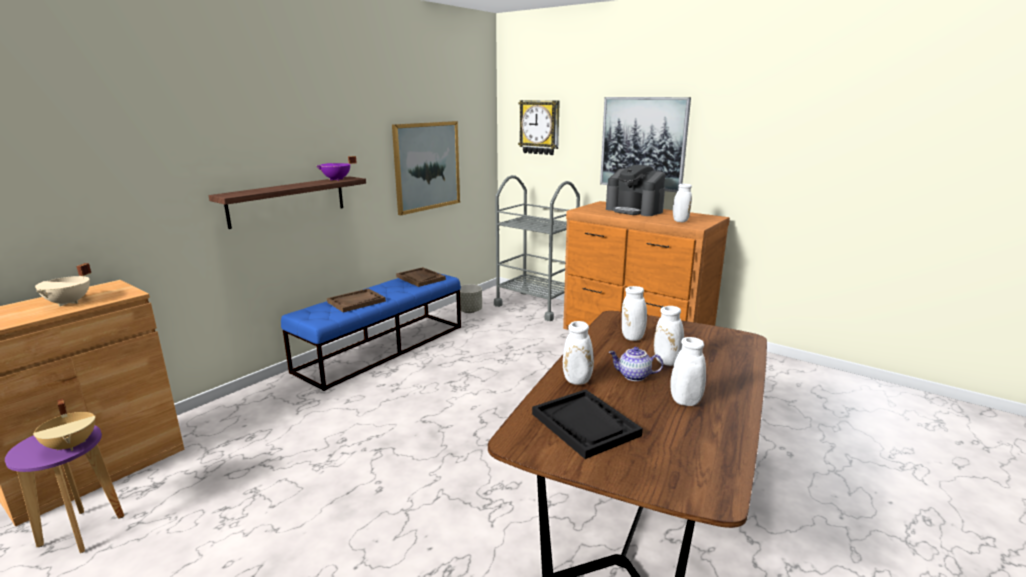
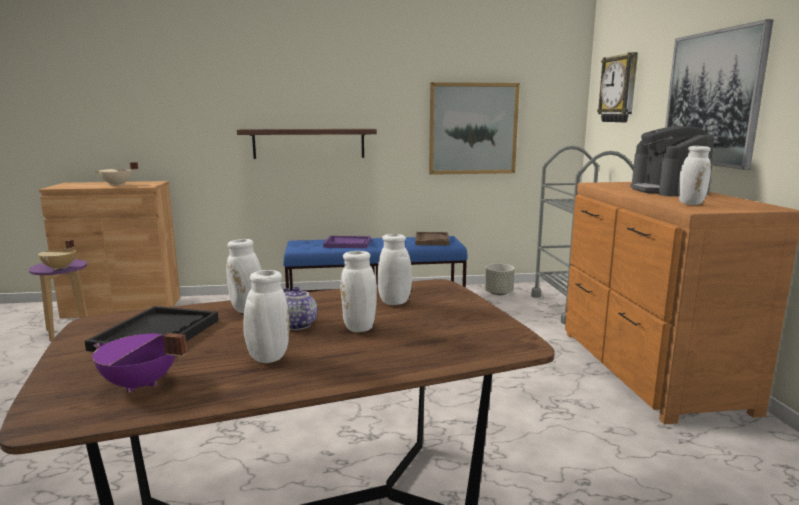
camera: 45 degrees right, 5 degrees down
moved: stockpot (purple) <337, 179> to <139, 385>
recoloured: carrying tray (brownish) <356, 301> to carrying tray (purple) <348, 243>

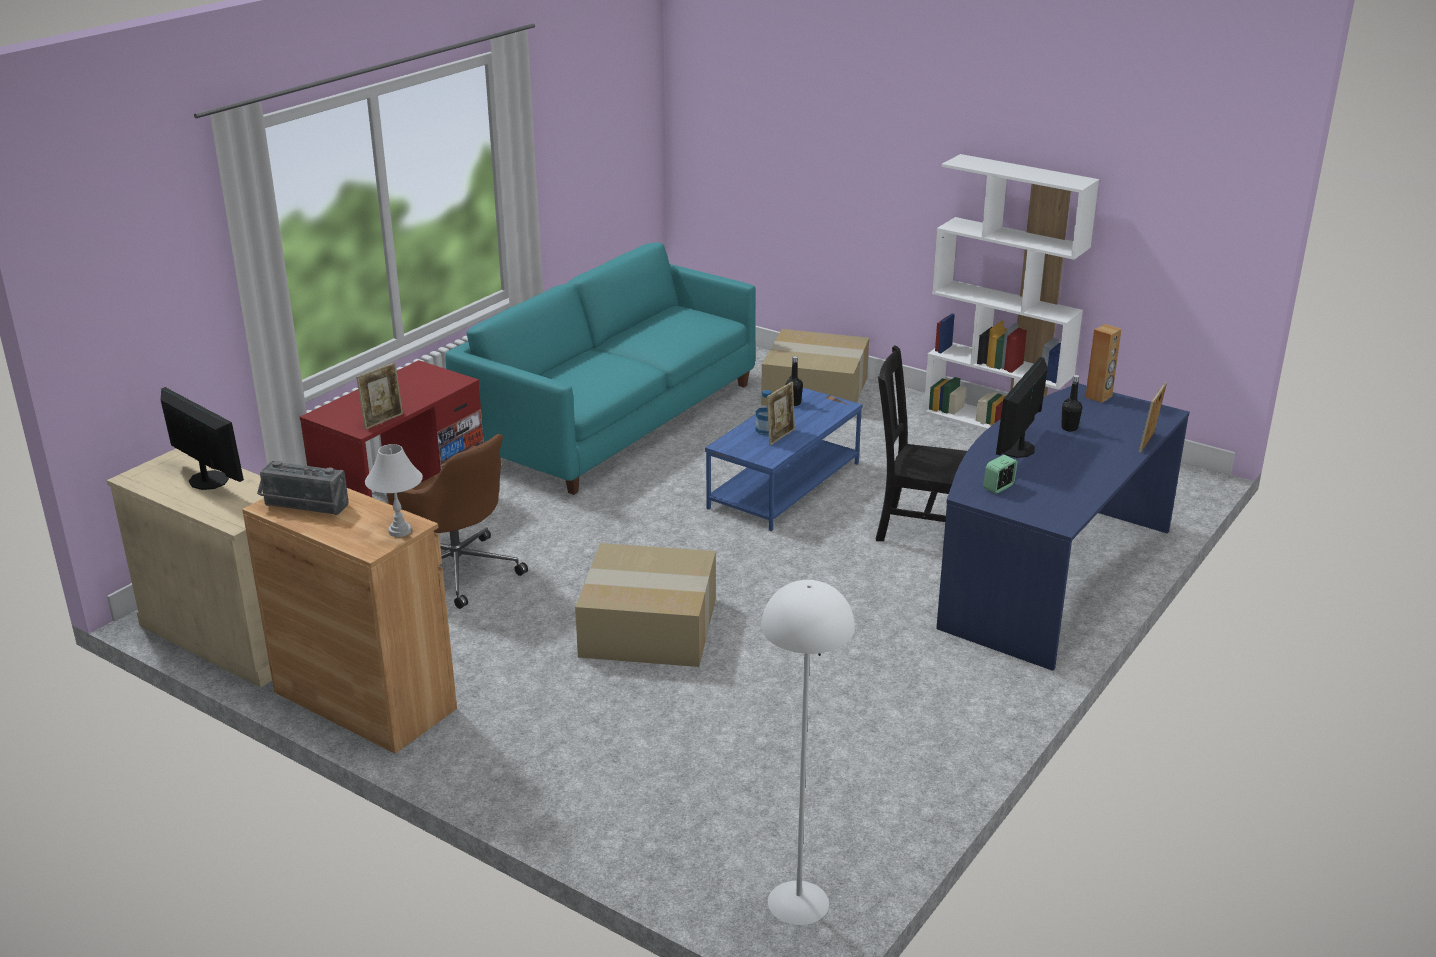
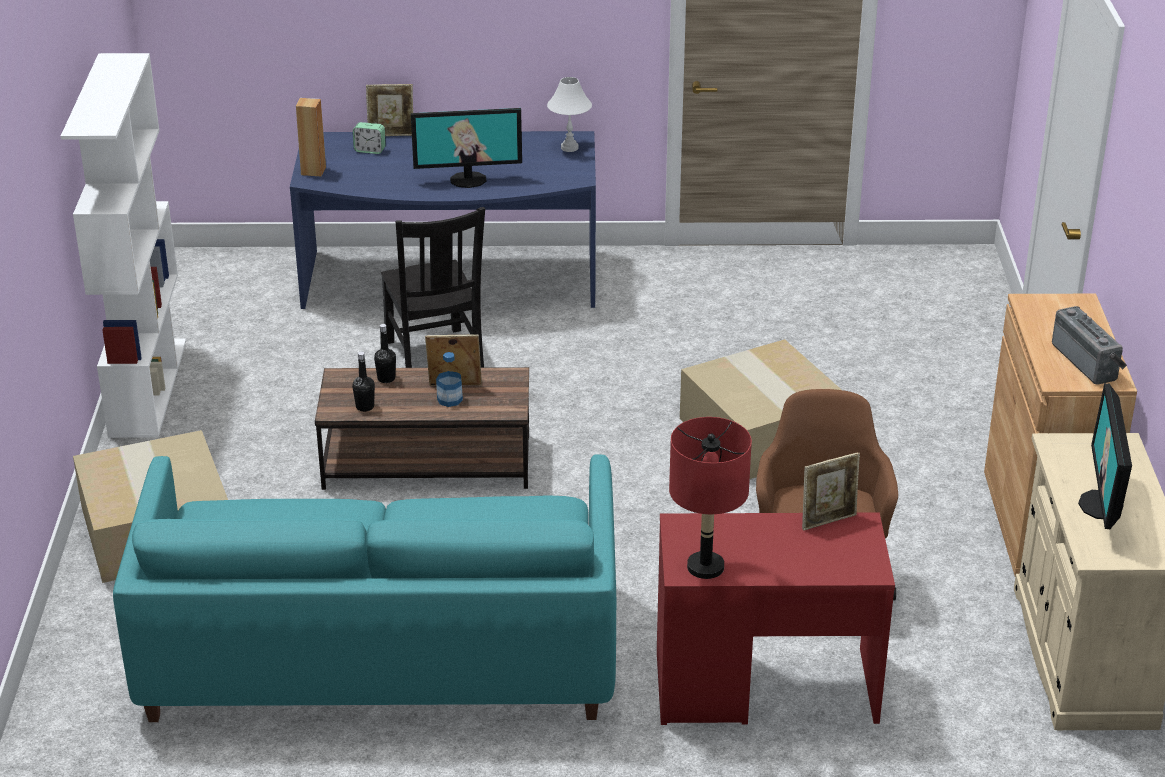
camera: 125 degrees left, 5 degrees up
removed: floor lamp (white) <797, 903>
added: lamp for a table (reddish) <706, 567>
moved: bottle (black) <1069, 428> to <386, 378>; lamp for a table (white) <400, 531> to <569, 147>; table clock <999, 487> to <370, 150>
recoloured: low table (blue) <784, 485> to low table (brownish) <426, 462>
turned: standing frame <383, 421> = <828, 520> 150 degrees clockwise

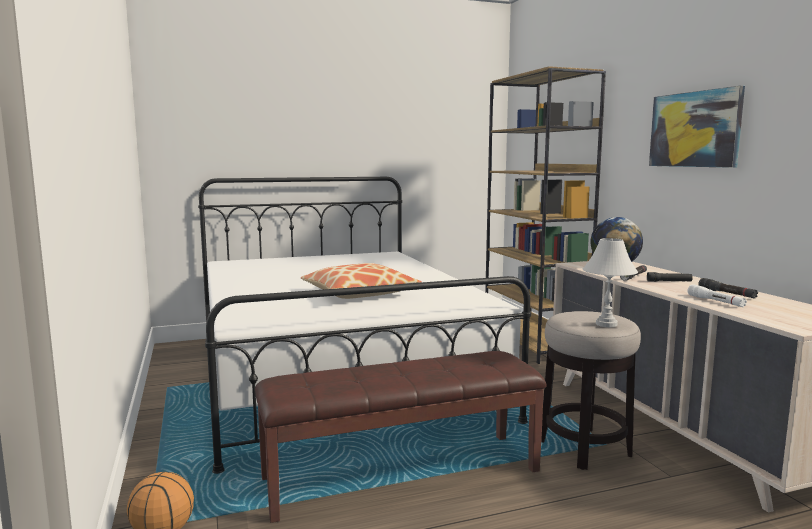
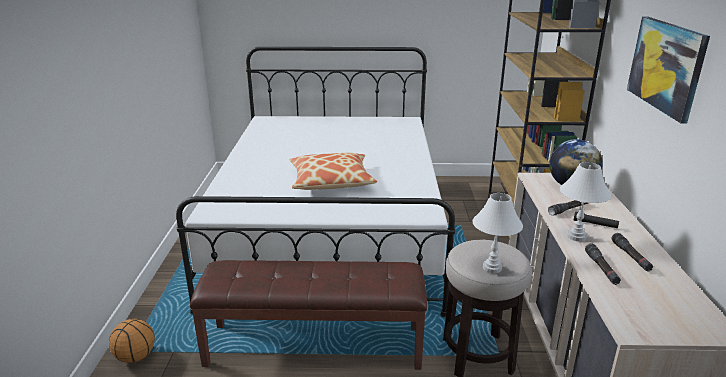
camera: 20 degrees right, 15 degrees up
added: lamp for a table (white) <576, 236>
recoloured: hand torch (white) <715, 301> to hand torch (black) <601, 268>

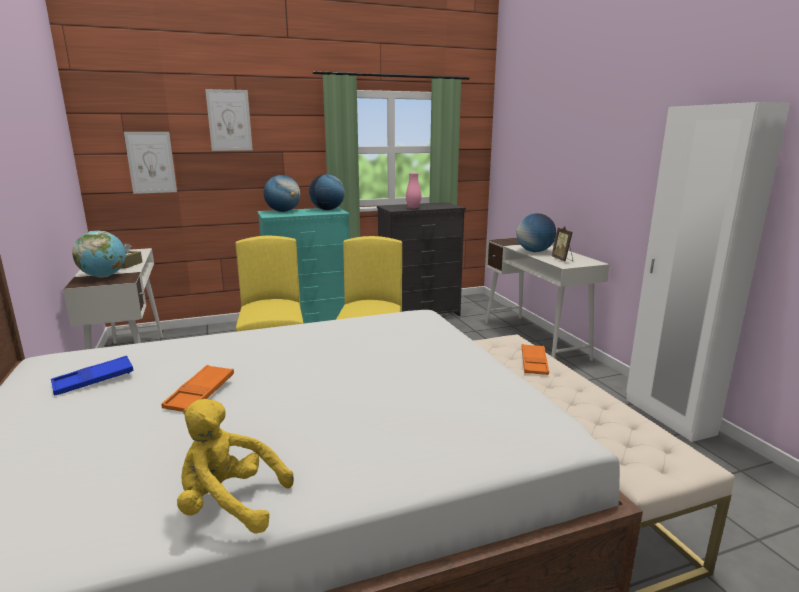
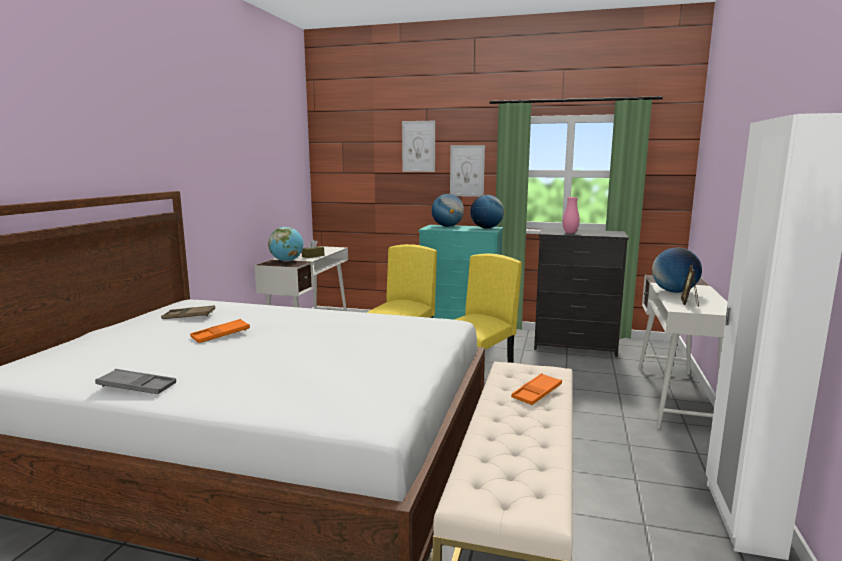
camera: 35 degrees right, 5 degrees down
moved: picture <151, 162> to <467, 171>
replaced: cuddly toy (yellow) <229, 504> to carrying tray (grey) <137, 387>
recoloured: carrying tray (blue) <94, 380> to carrying tray (brownish) <189, 316>

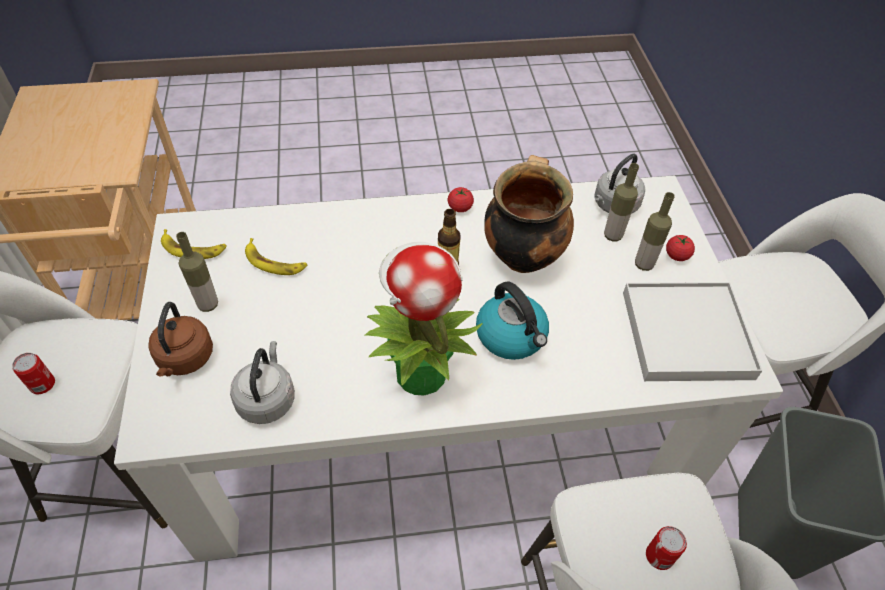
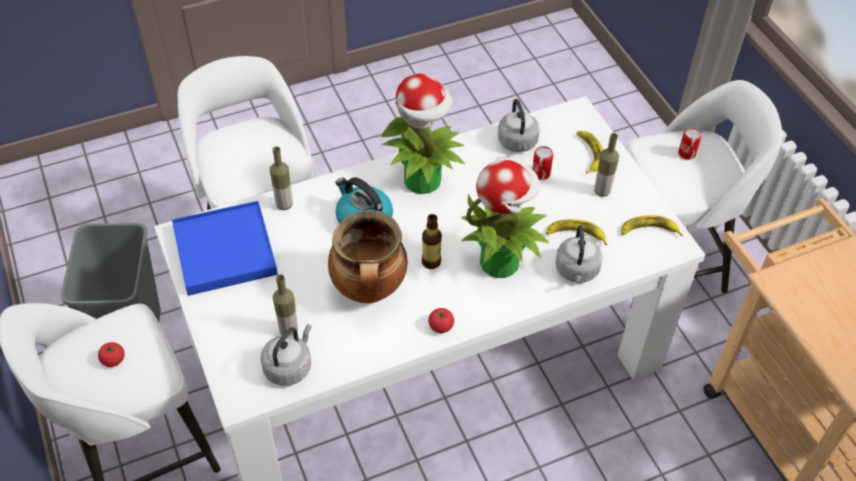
camera: 165 degrees right, 0 degrees up
added: potted plant <500, 261>; water kettle (grey) <576, 271>
moved: bottle <644, 264> to <284, 204>; fresh tomato <677, 255> to <113, 360>; metal can <659, 556> to <540, 173>
replaced: water kettle (brownish) <185, 359> to whole banana <588, 153>
recoloured: carrying tray (white) <686, 335> to carrying tray (blue) <225, 250>

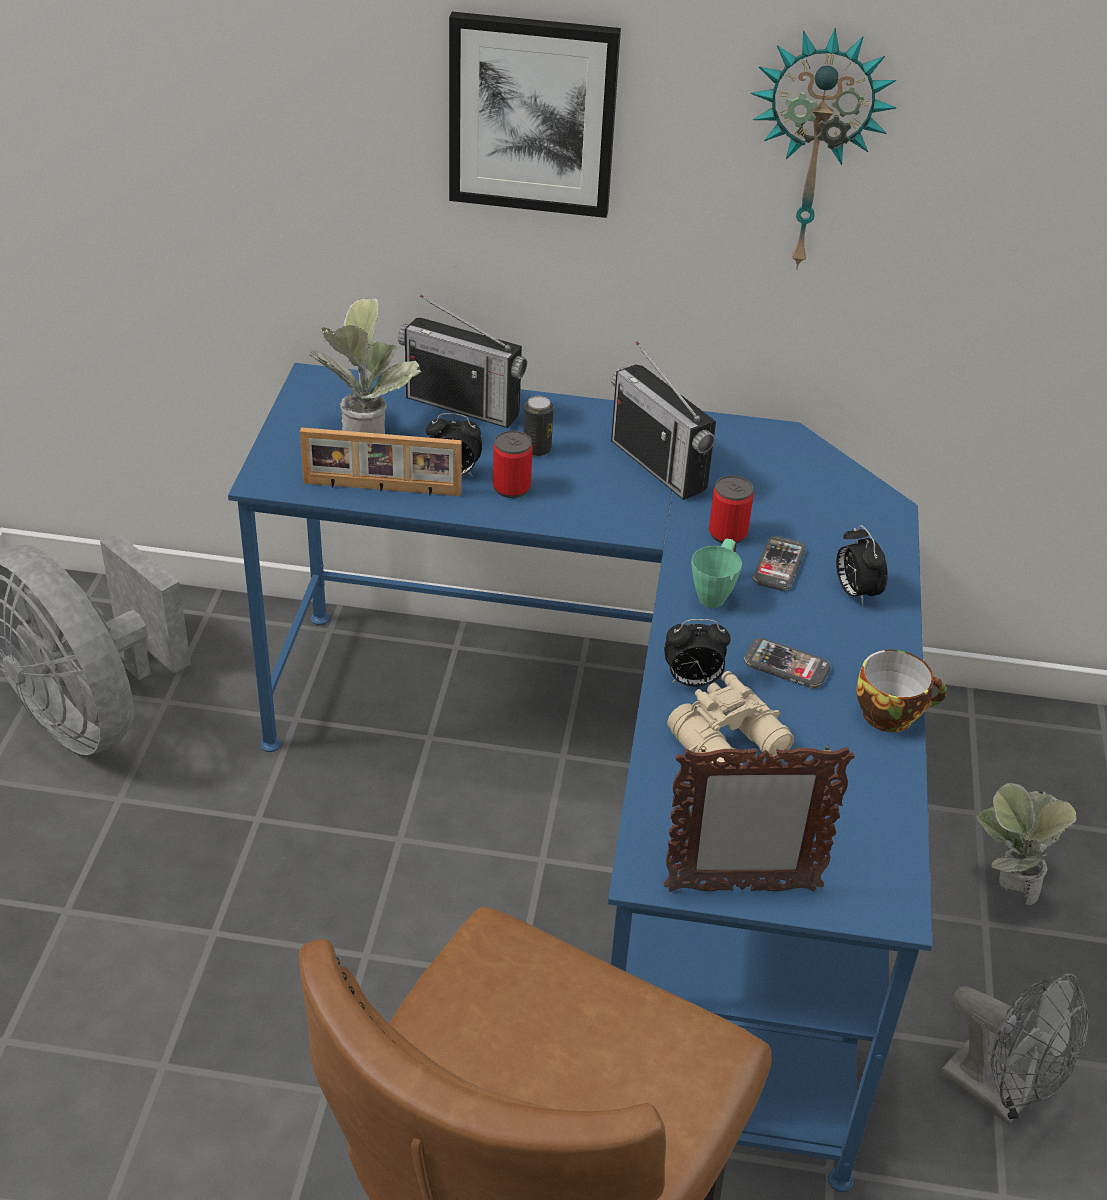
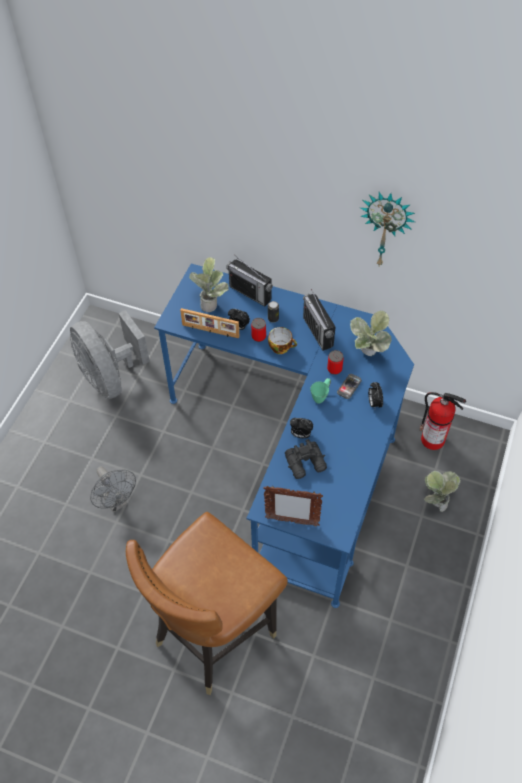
camera: 15 degrees right, 15 degrees up
removed: picture <532, 114>; telephone <786, 666>
added: potted plant <367, 355>; fire-fighting cylinder <433, 439>
moved: drinking cup <891, 713> to <281, 347>; electric fan (grey) <999, 1094> to <116, 502>
recoloured: field glasses (beige-coloured) <731, 744> to field glasses (black) <306, 463>

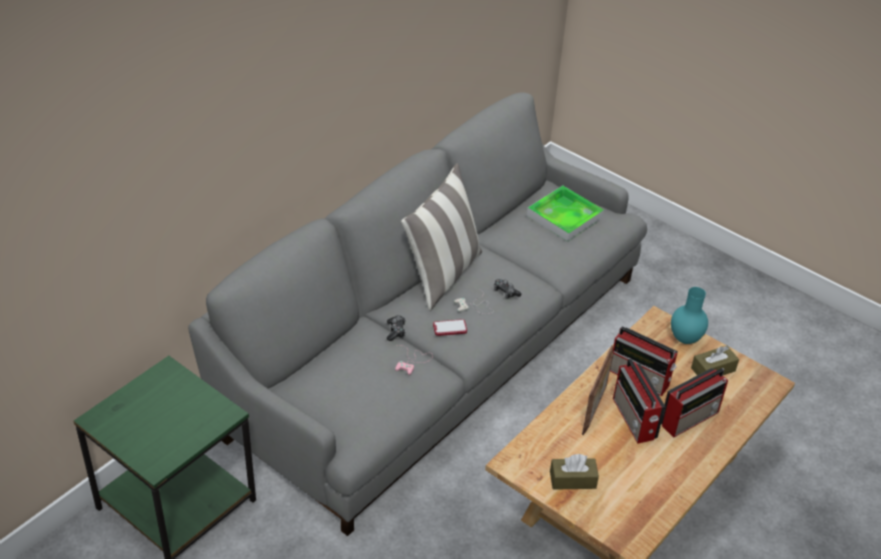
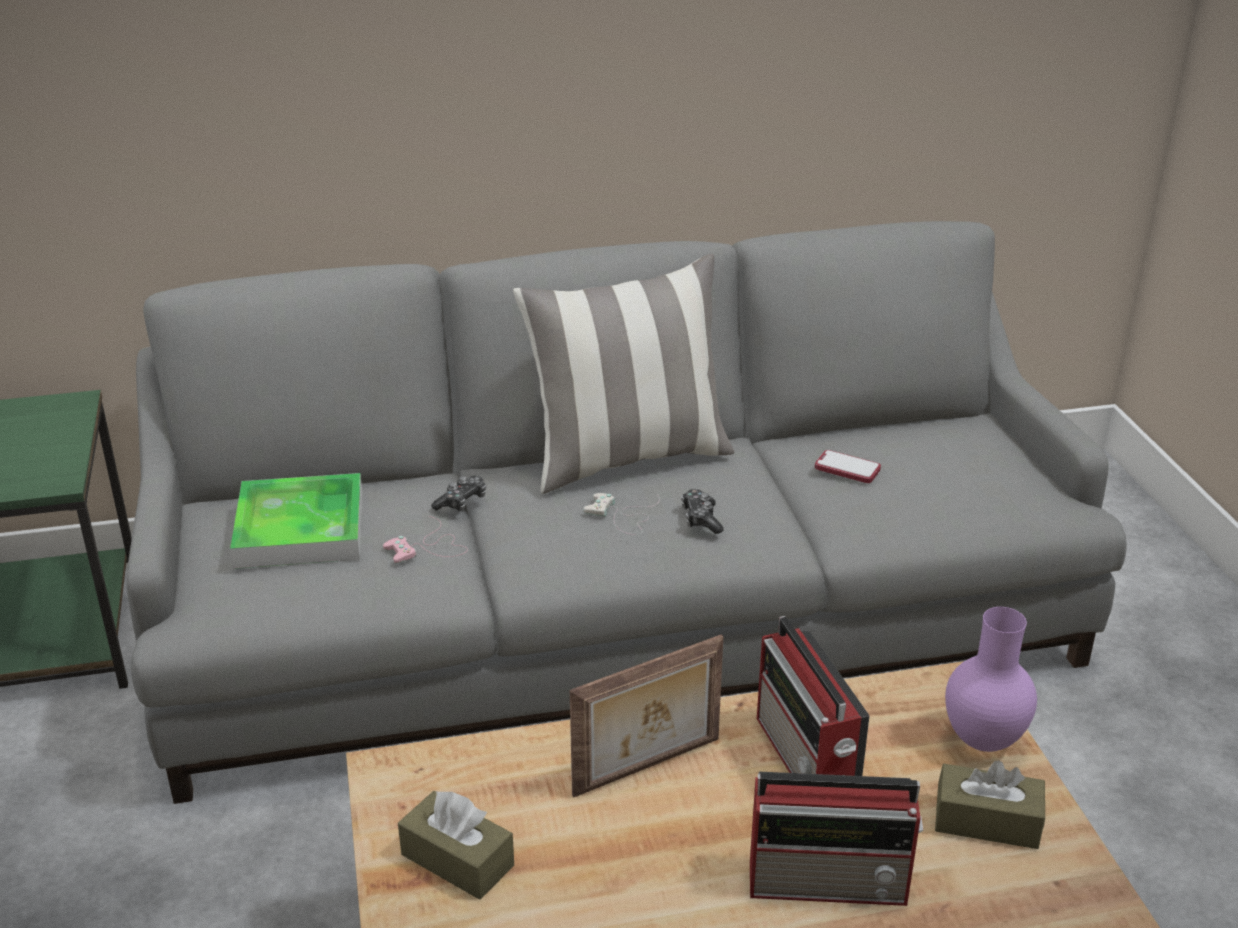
camera: 40 degrees right, 10 degrees down
removed: radio <634, 420>
moved: carrying tray <564, 217> to <300, 529>; telephone <450, 328> to <847, 468>
recoloured: decorative vase (turquoise-coloured) <686, 339> to decorative vase (purple) <984, 742>

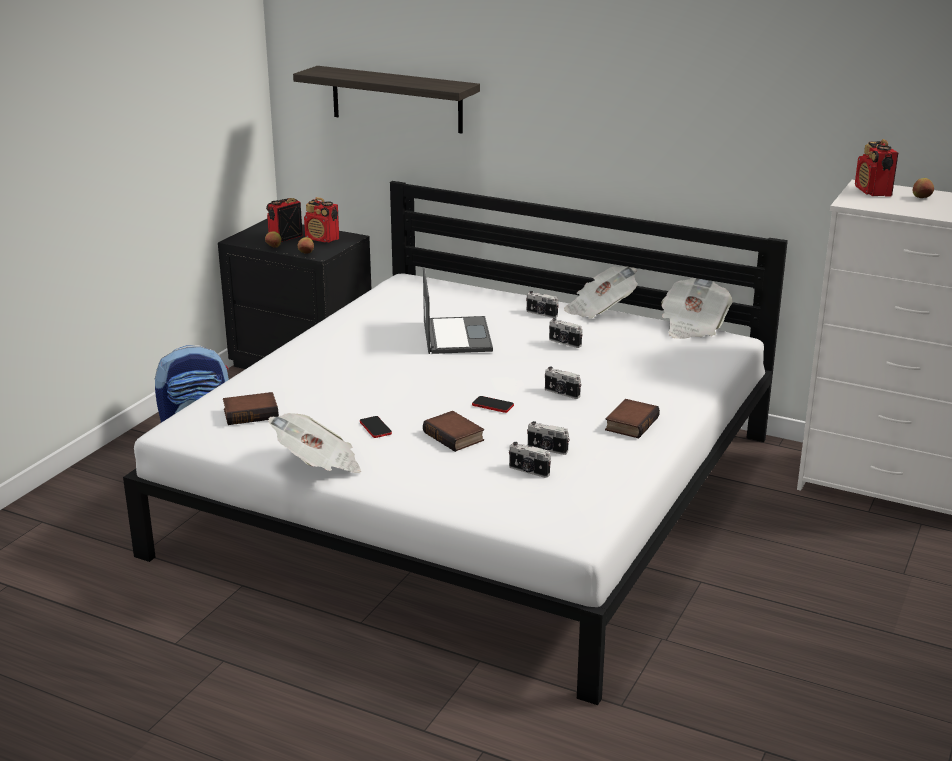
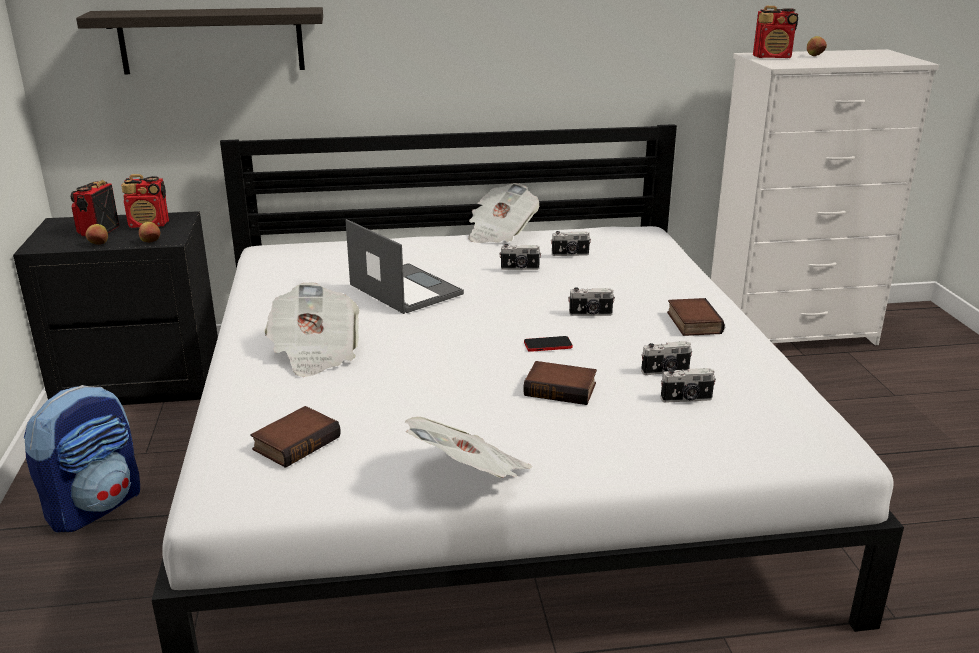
camera: 35 degrees left, 0 degrees up
removed: telephone <375, 428>
moved: printed paper <692, 326> to <315, 353>; photo camera <541, 314> to <570, 254>
turned: radio <873, 192> = <773, 57> 45 degrees counterclockwise

